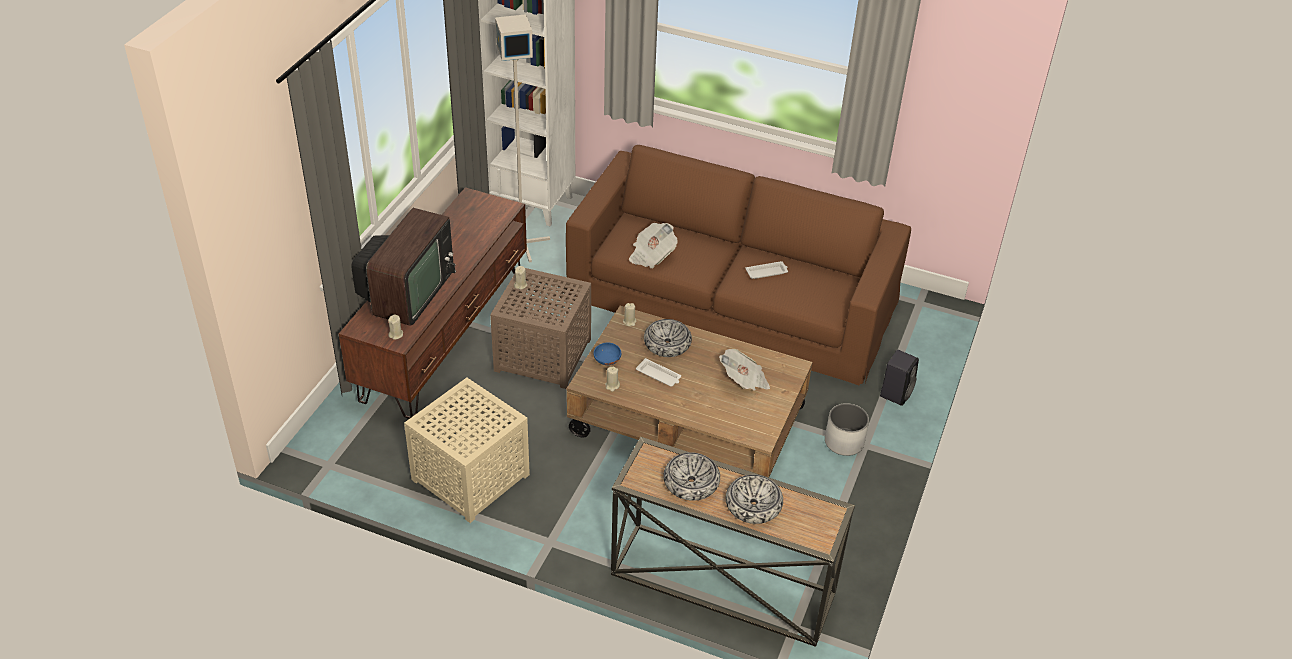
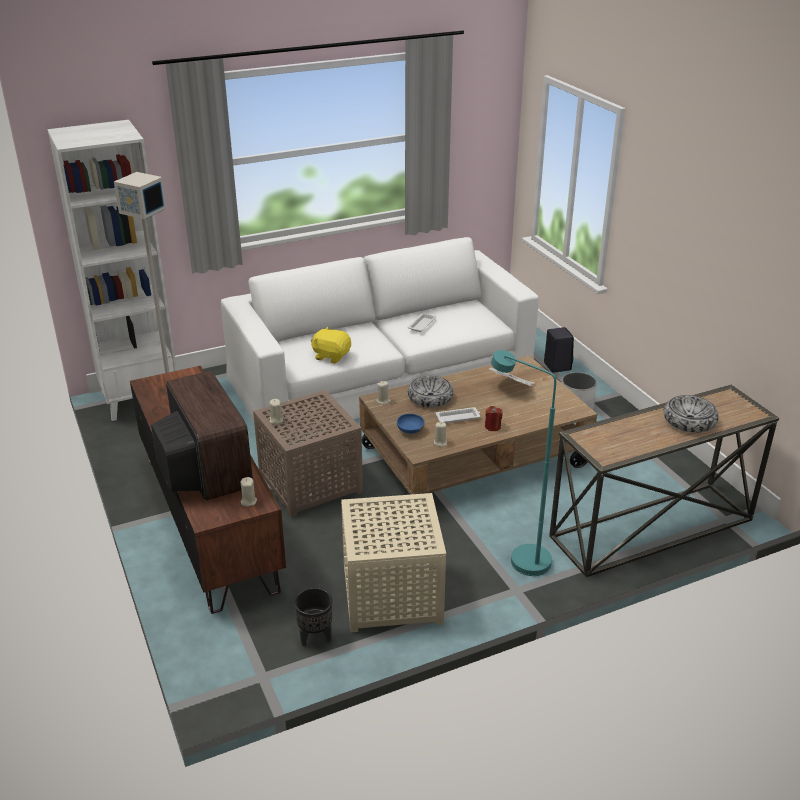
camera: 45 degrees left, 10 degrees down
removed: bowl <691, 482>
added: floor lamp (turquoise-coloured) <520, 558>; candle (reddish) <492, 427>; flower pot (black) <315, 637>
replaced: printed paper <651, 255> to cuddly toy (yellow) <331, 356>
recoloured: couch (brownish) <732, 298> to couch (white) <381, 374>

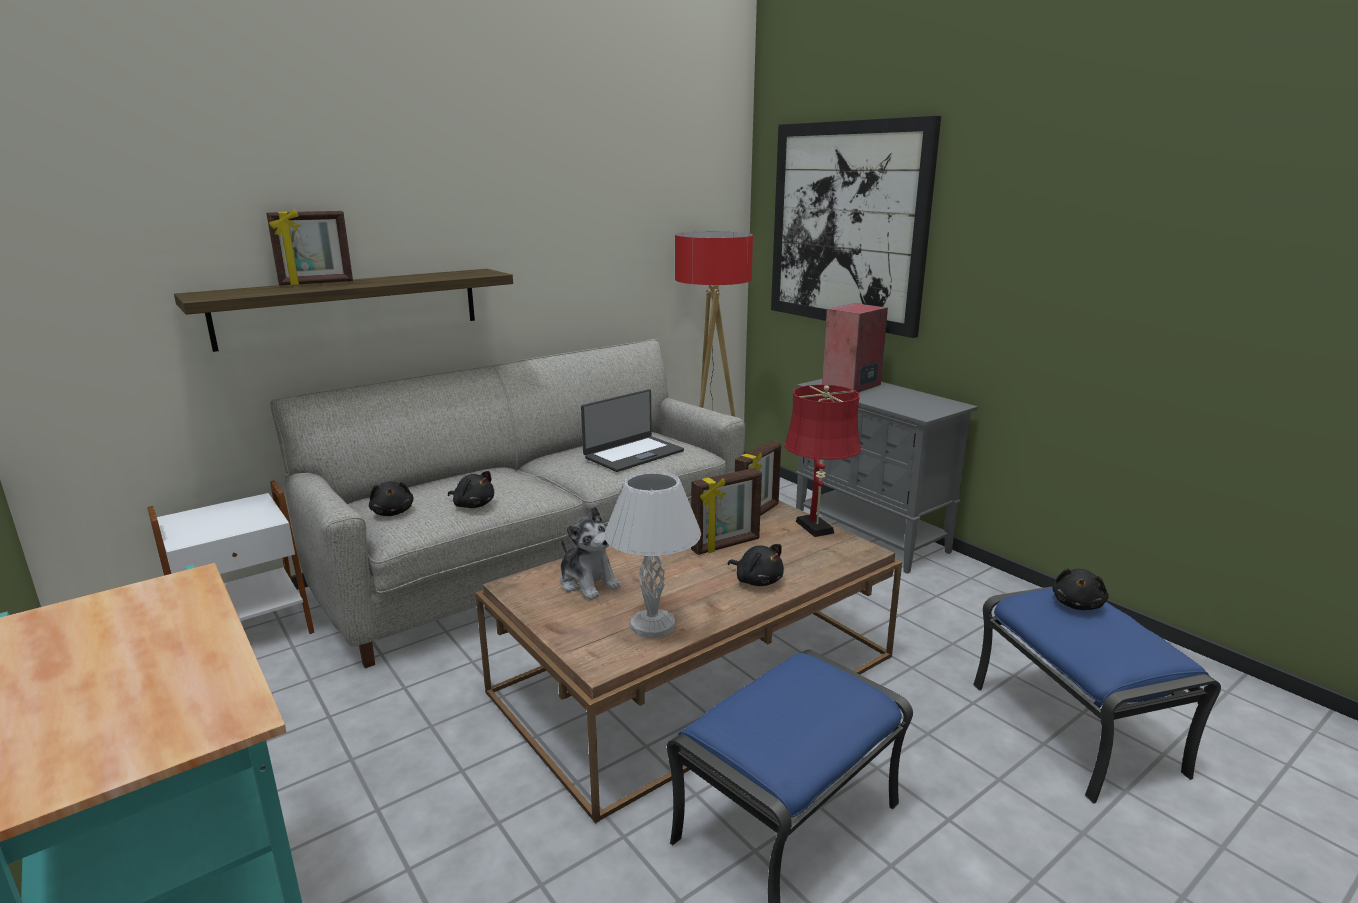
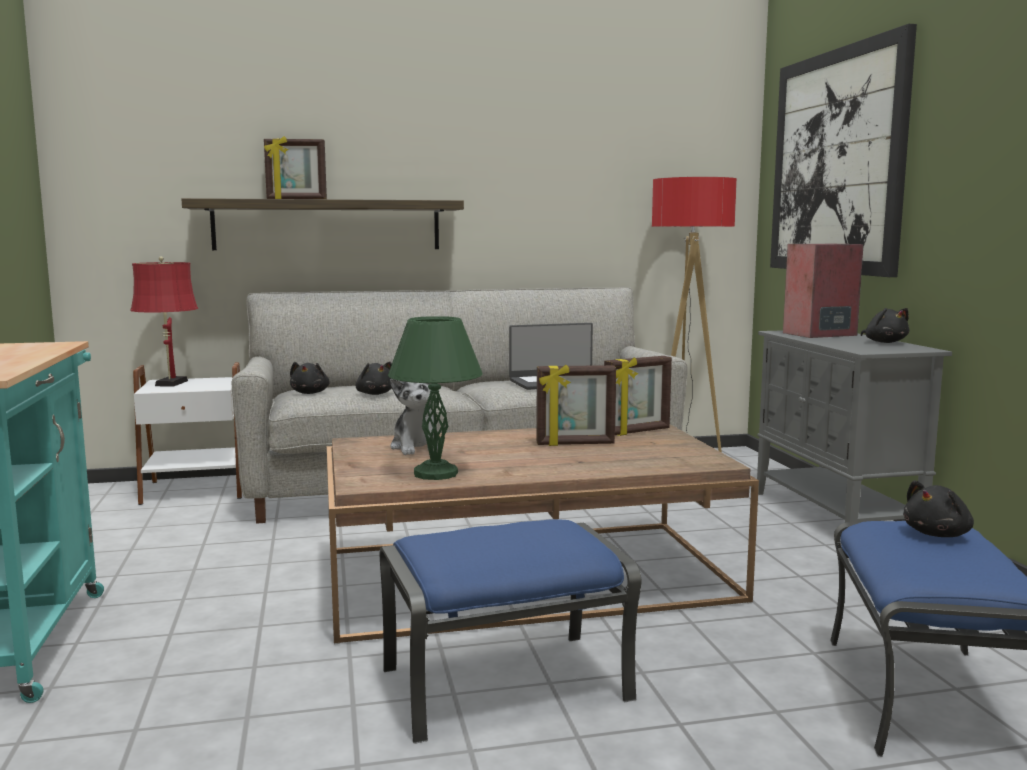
camera: 25 degrees right, 10 degrees down
moved: lamp for a table (reddish) <816, 529> to <169, 384>; cuddly toy (black) <757, 580> to <884, 342>
recoloured: lamp for a table (white) <654, 625> to lamp for a table (greenish) <437, 473>

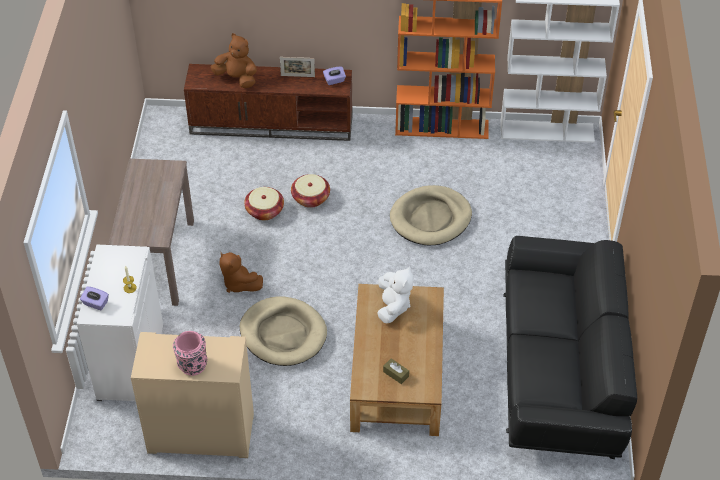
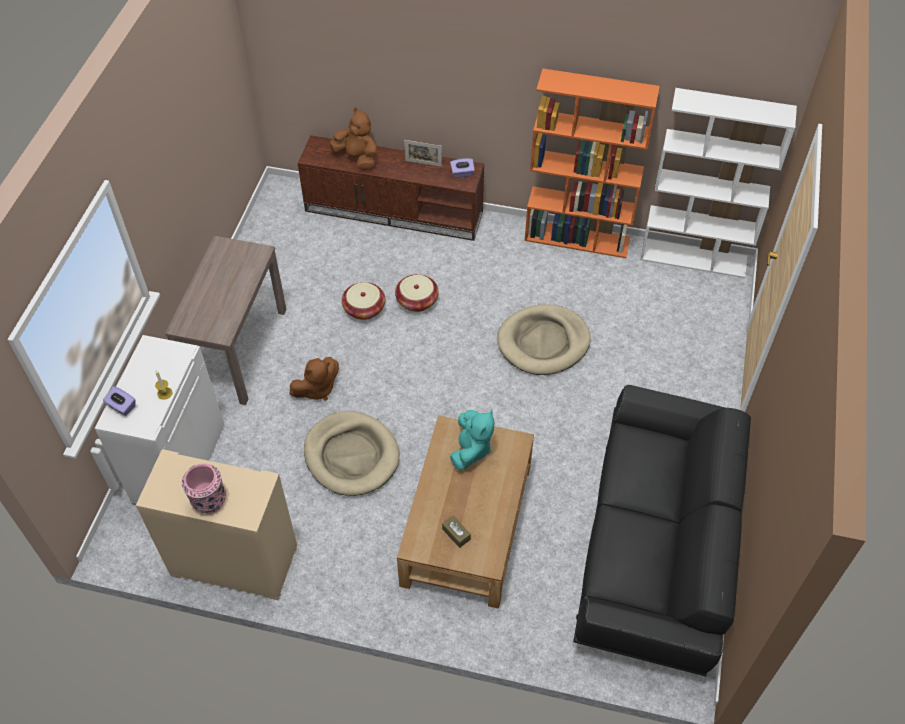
camera: 10 degrees right, 5 degrees up
recoloured: cuddly toy (white) <393, 306> to cuddly toy (turquoise-coloured) <471, 449>
turned: cuddly toy (brownish) <238, 284> = <317, 389> 90 degrees counterclockwise

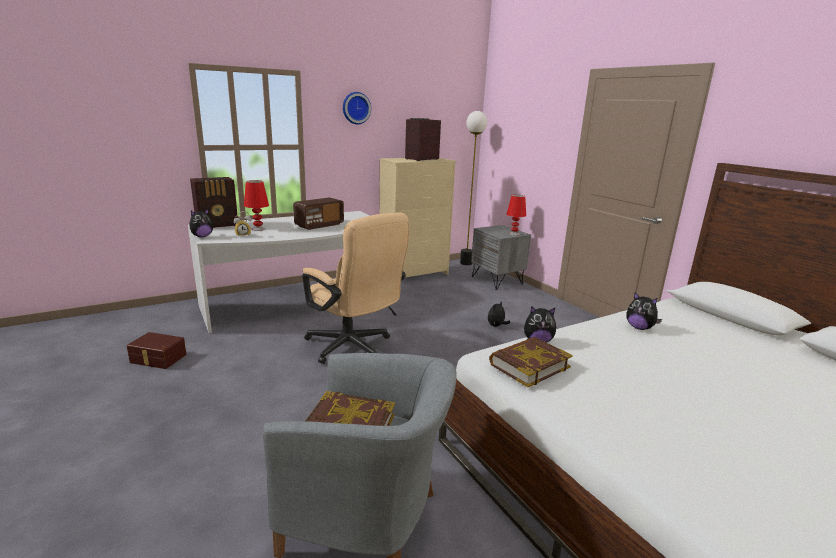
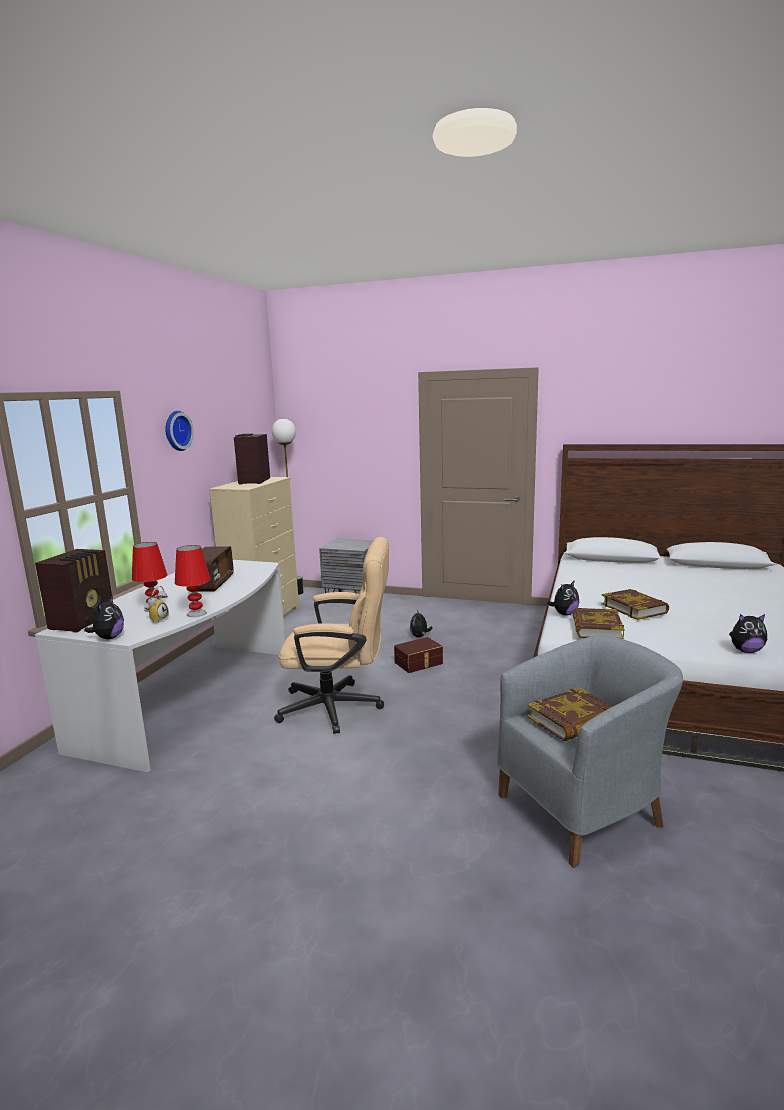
camera: 40 degrees left, 5 degrees down
added: bound book <634, 608>
moved: lamp for a table (reddish) <514, 234> to <196, 613>; cuddly toy <639, 328> to <746, 651>; storage bin (brownish) <157, 359> to <419, 663>

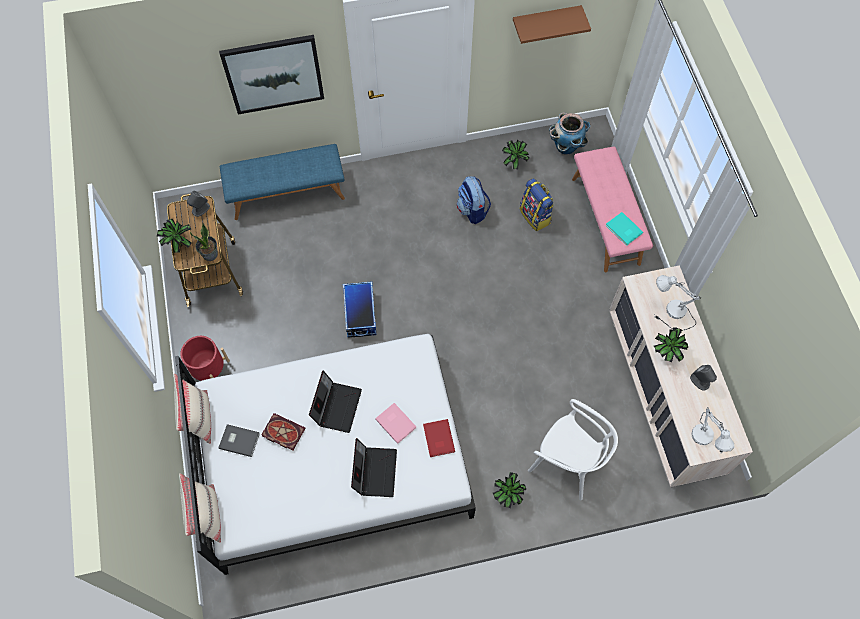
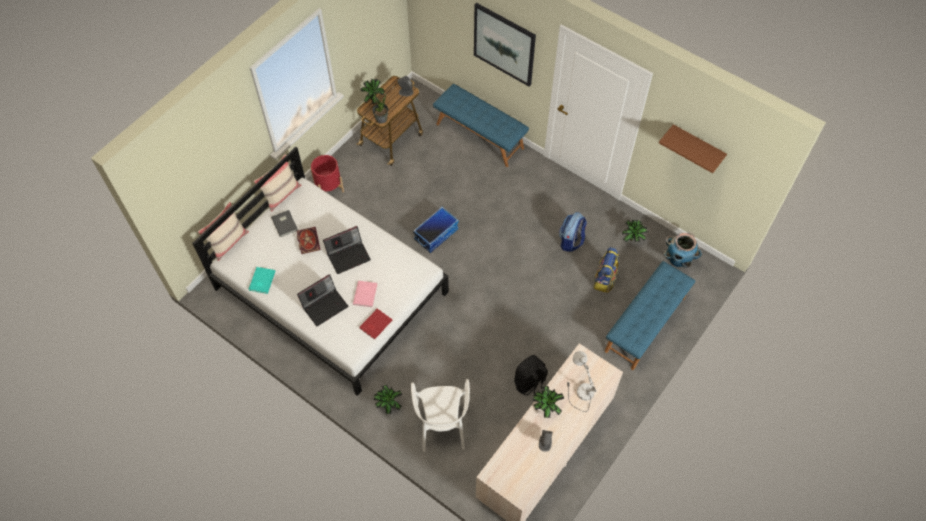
camera: 50 degrees right, 5 degrees down
removed: lamp for a table (white) <709, 438>
added: knapsack (black) <530, 383>
moved: bound book (turquoise-coloured) <623, 230> to <261, 281>
recoloured: long seat (pink) <606, 220> to long seat (blue) <645, 325>

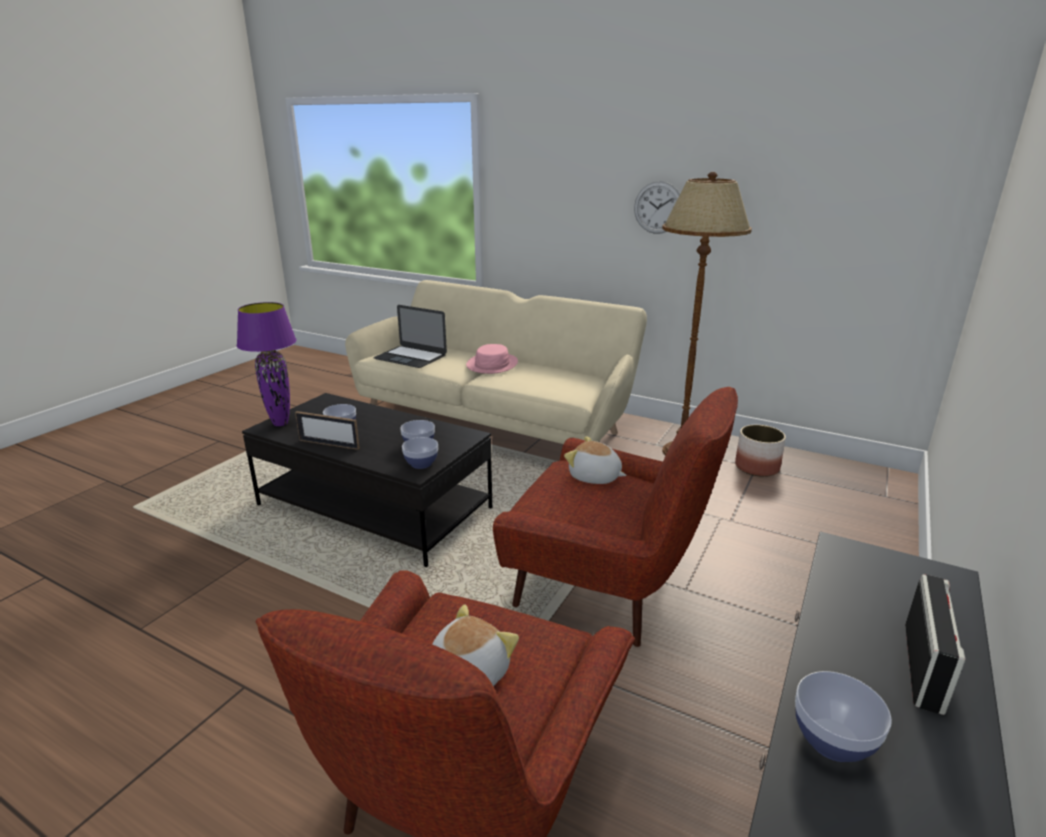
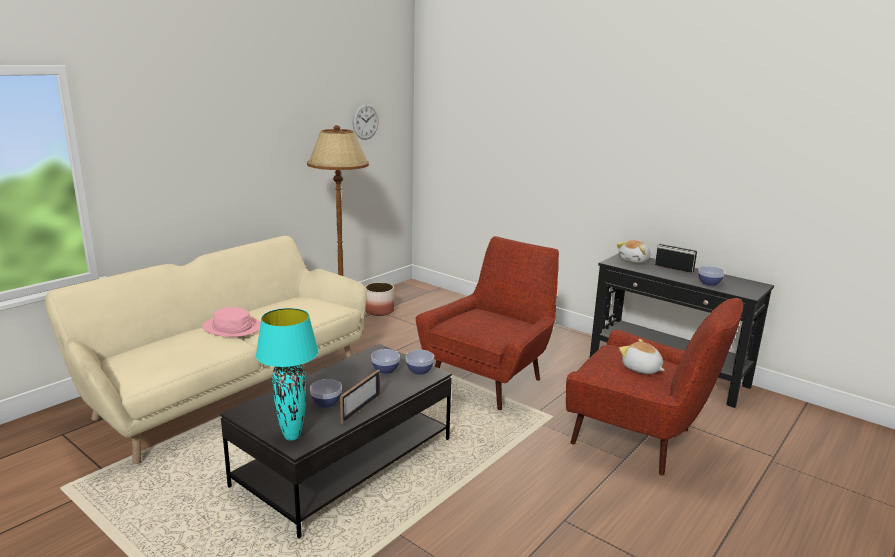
camera: 80 degrees left, 5 degrees down
removed: laptop <410, 357>
moved: wall clock <658, 207> to <365, 121>; cuddly toy <594, 477> to <634, 260>
recoloured: lamp for a table (purple) <280, 423> to lamp for a table (turquoise-coloured) <292, 436>

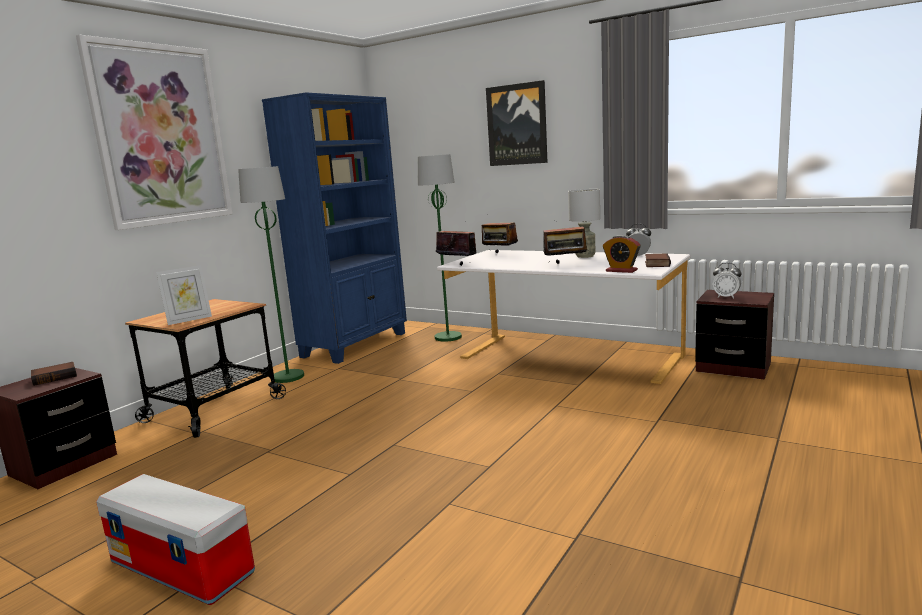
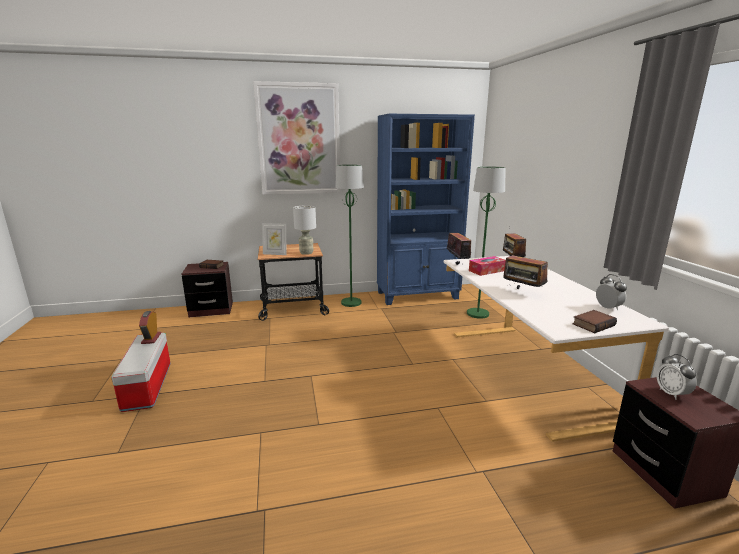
camera: 45 degrees right, 5 degrees up
removed: picture <517, 124>
added: box of tissues <487, 271>
moved: lamp for a table (grey) <585, 256> to <306, 253>; table clock <621, 270> to <151, 338>

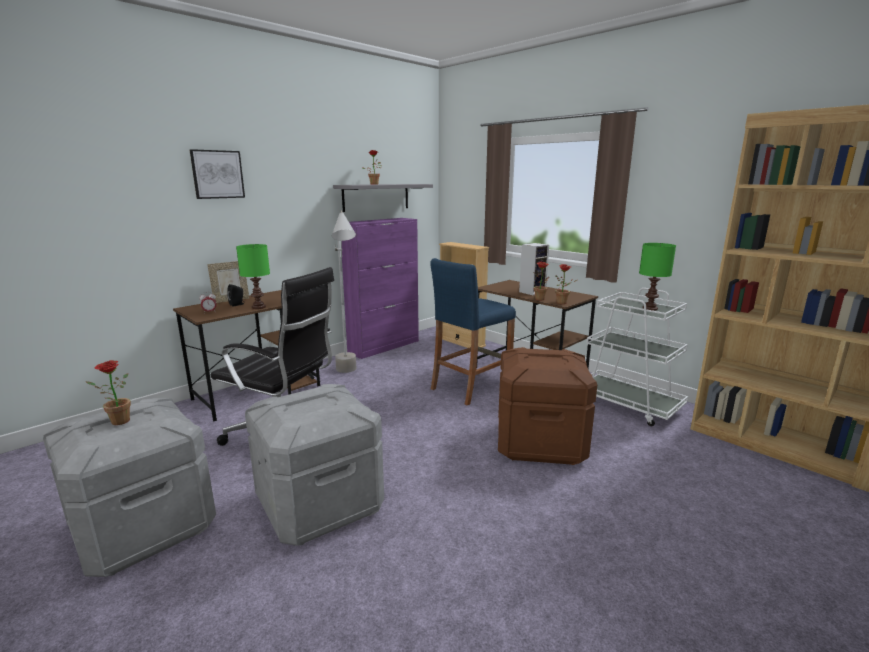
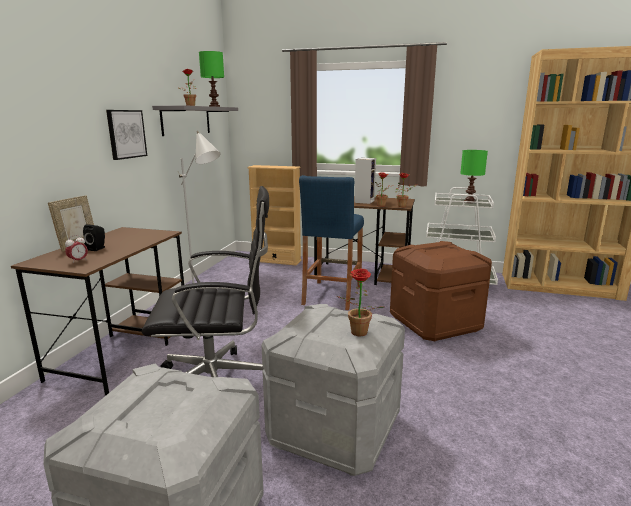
camera: 30 degrees left, 0 degrees up
removed: cupboard (purple) <384, 346>
moved: picture <217, 174> to <126, 134>; lamp for a table (greenish) <258, 307> to <214, 106>; potted plant <116, 422> to <357, 333>

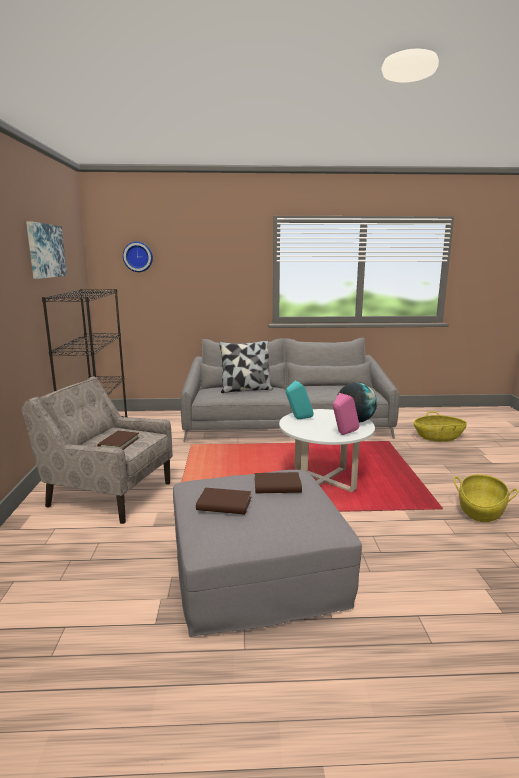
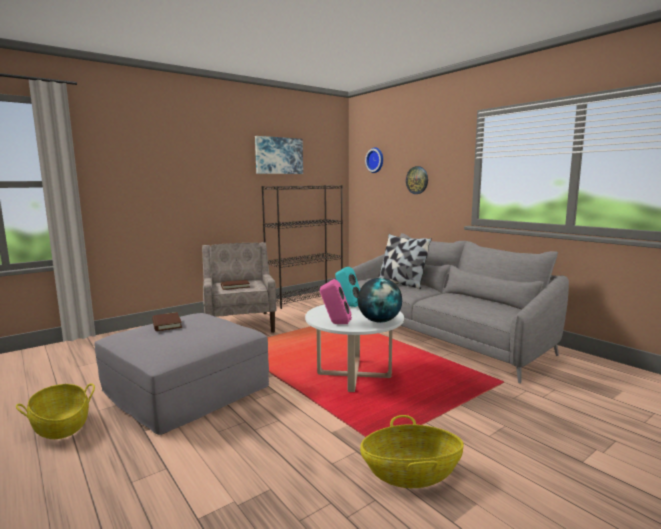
camera: 55 degrees right, 5 degrees down
removed: bound book (brownish) <277, 486>
added: wall clock <417, 180>
moved: storage basket <438, 437> to <61, 425>

